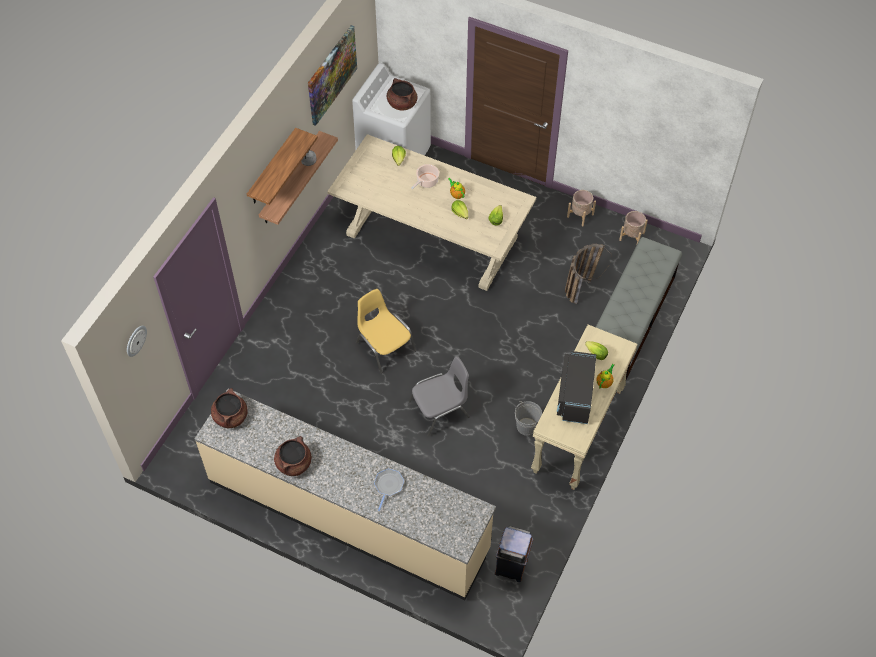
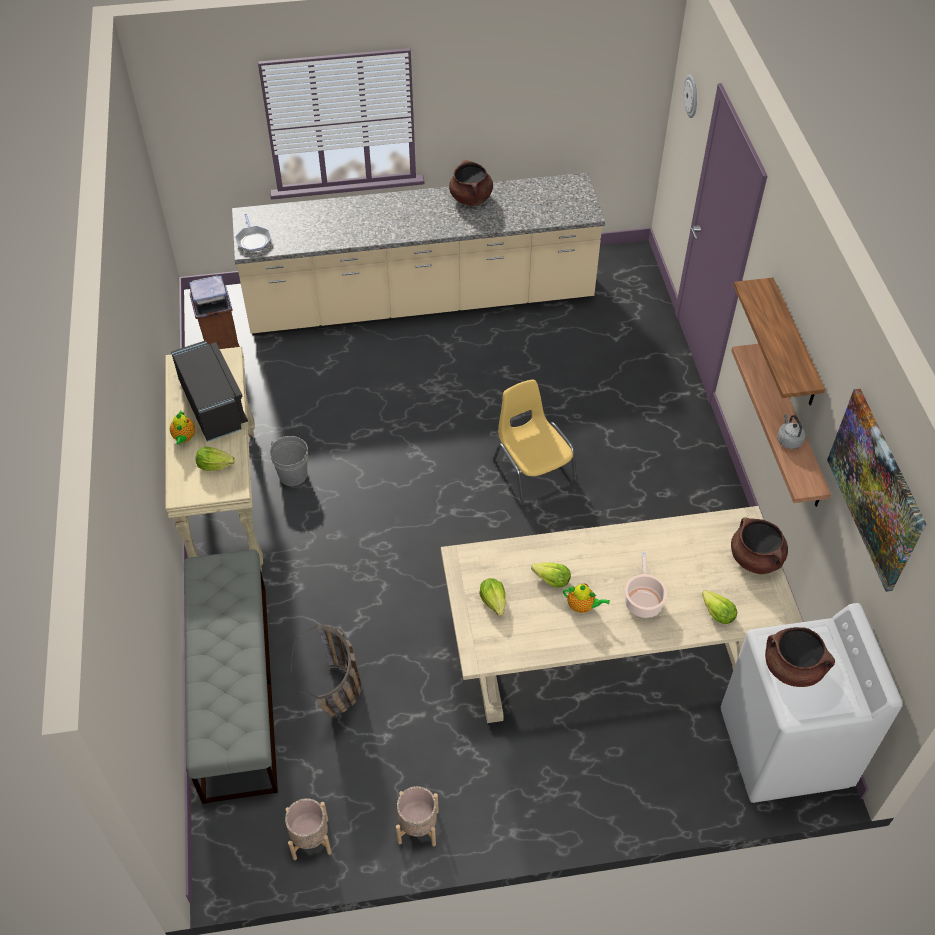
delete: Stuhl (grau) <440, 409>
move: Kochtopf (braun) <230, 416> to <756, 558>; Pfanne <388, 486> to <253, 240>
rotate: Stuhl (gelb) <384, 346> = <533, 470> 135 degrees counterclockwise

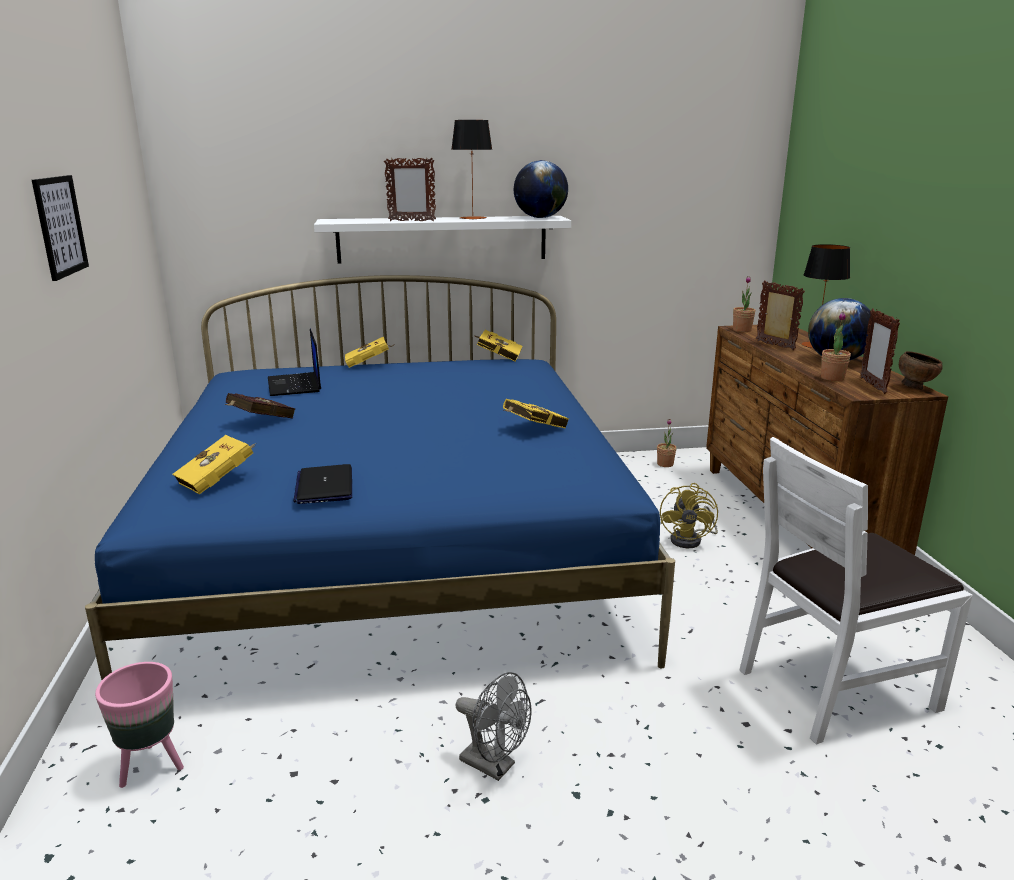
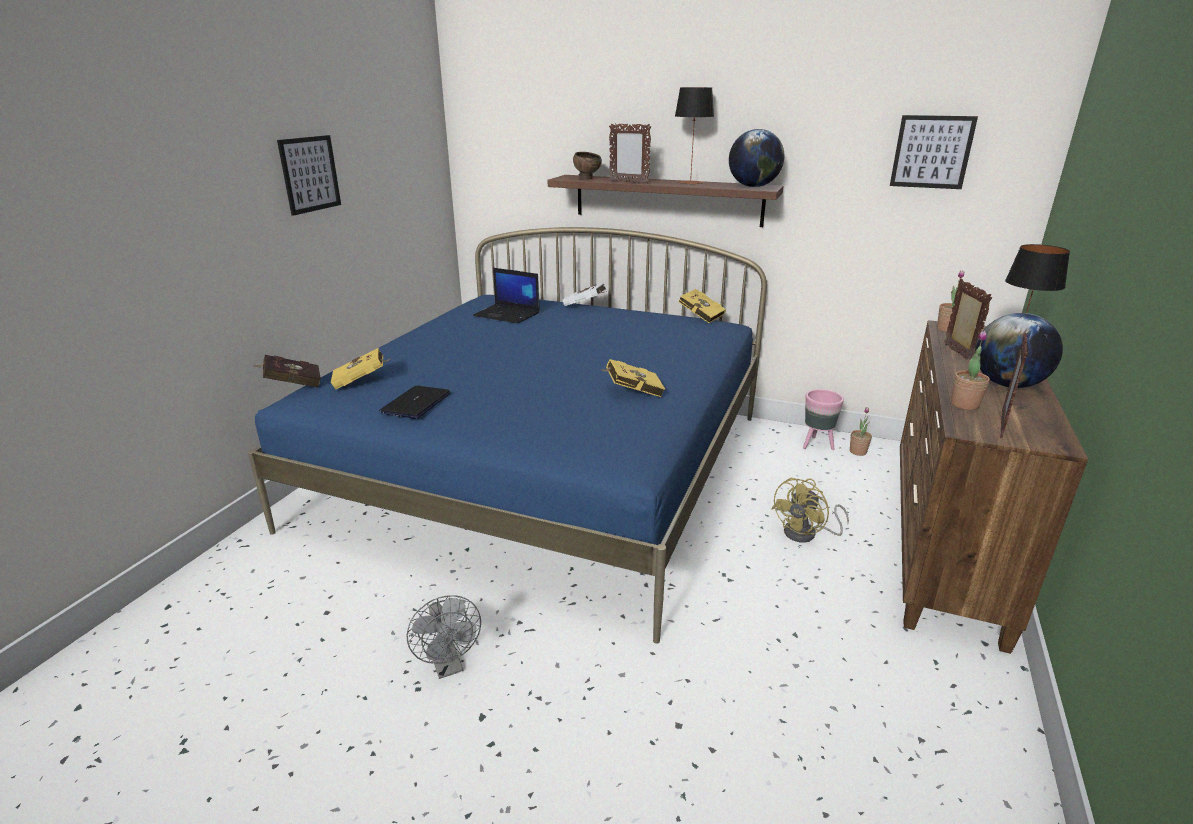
delete: Stuhl (weiß) <836, 687>
insert: Bild <932, 152>
move: Pflanzkübel (rosa) <151, 767> to <816, 445>; Buch (rot) <259, 421> to <291, 385>; Schüssel (braun) <915, 387> to <587, 178>
recolor: Wandregal (weiß) <442, 239> to Wandregal (braun) <667, 200>; Buch (gelb) <369, 364> to Buch (weiß) <586, 305>
rotate: Laptop <295, 385> = <508, 314> 75 degrees counterclockwise

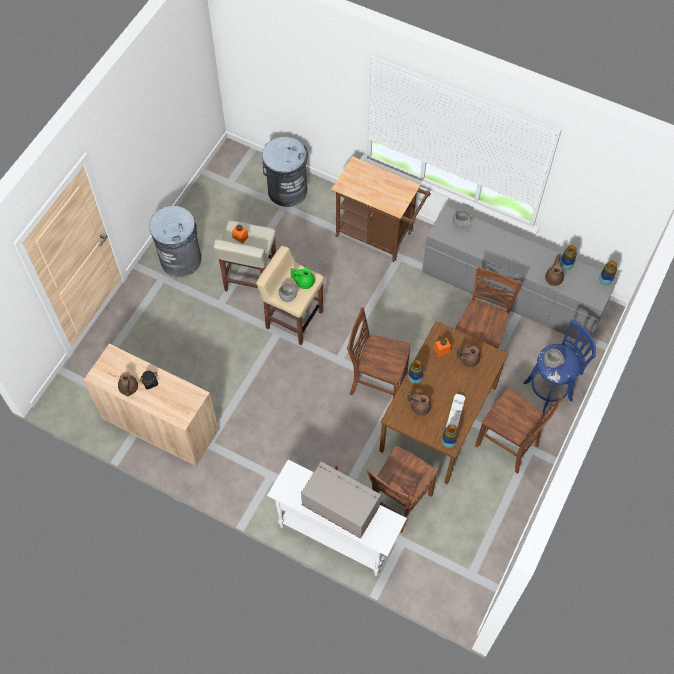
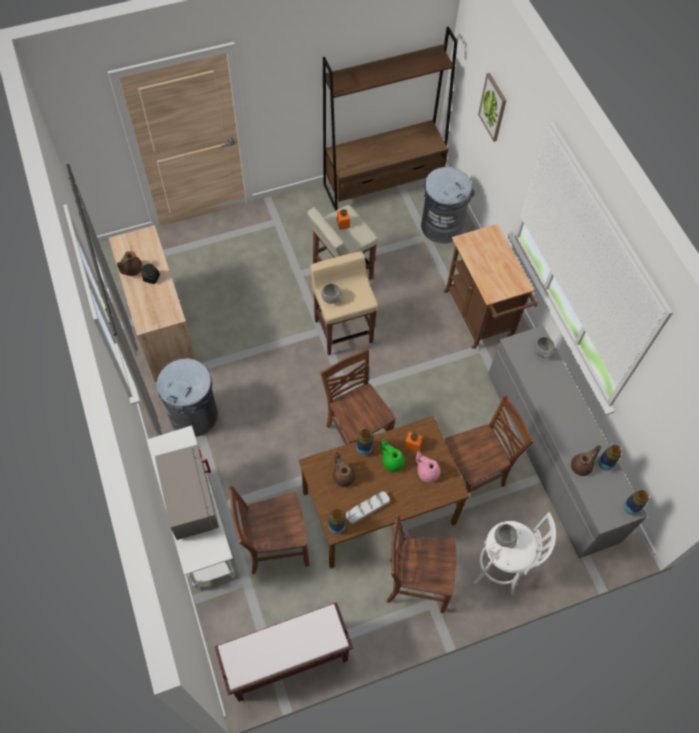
insert: Bank (braun) <286, 661>; Bücherregal (braun) <384, 183>; Bild <493, 107>
move: Mülleimer (grau) <181, 259> to <194, 415>; Teekanne (grün) <304, 282> to <392, 461>
recolor: Teekanne (braun) <468, 359> to Teekanne (rosa) <427, 472>; Hocker (blau) <550, 390> to Hocker (weiß) <501, 568>
rotate: Stuhl (braun) <508, 446> = <415, 583> 105 degrees clockwise

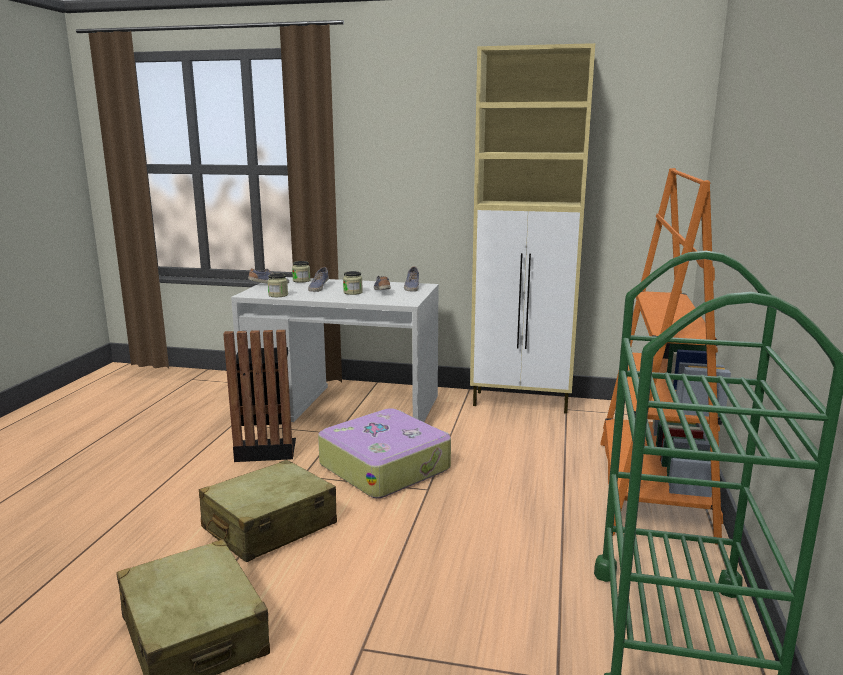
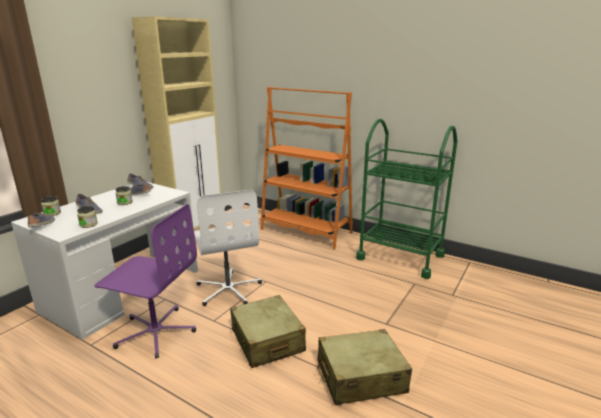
replace: Mülleimer (schwarz) <266, 448> to Bürostuhl (lila) <155, 332>; Koffer <385, 466> to Bürostuhl (weiß) <229, 289>

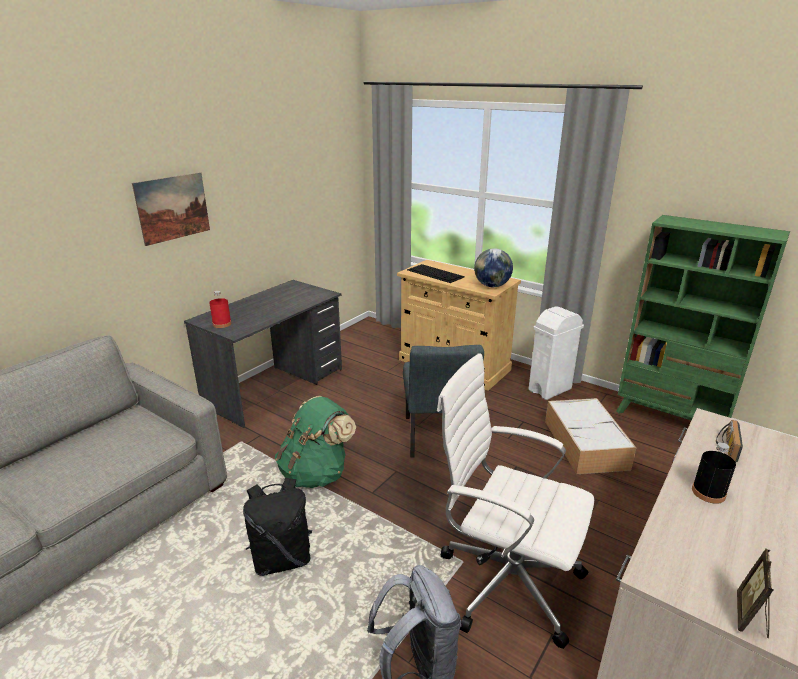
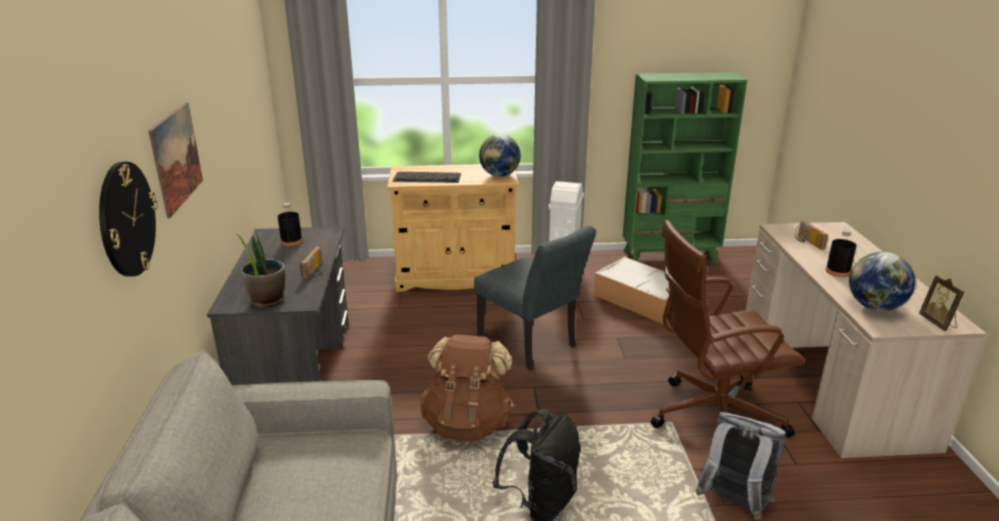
insert: Wanduhr <126, 219>; Flasche (schwarz) <291, 241>; Radio <315, 271>; Globus <874, 307>
replace: Flasche (rot) <222, 324> to Topfpflanze <267, 300>
recolor: Rucksack (grün) <316, 473> to Rucksack (braun) <467, 424>; Bürostuhl (weiß) <506, 580> to Bürostuhl (braun) <712, 418>

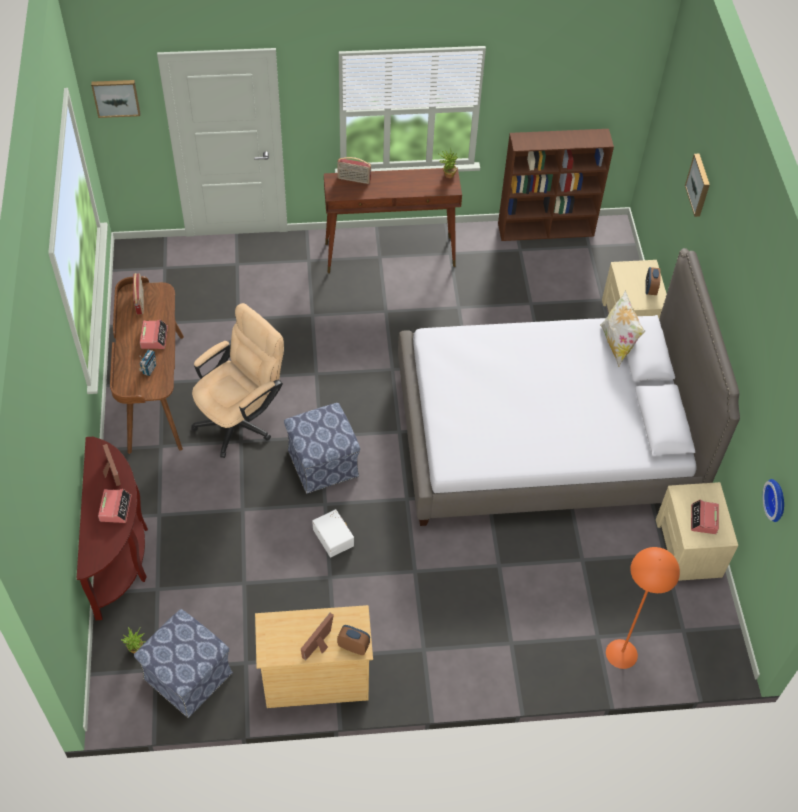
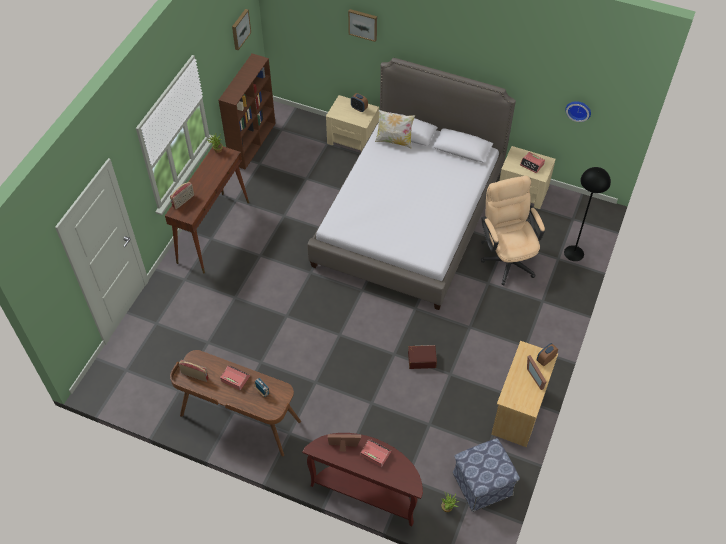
delete: Polsterhocker <322, 462>
move: Bild <116, 97> to <240, 29>; Bürostuhl (beige) <241, 419> to <507, 257>
recolor: Aufbewahrungsbox (weiß) <334, 537> to Aufbewahrungsbox (braun) <421, 359>; Stehlampe (orange) <621, 654> to Stehlampe (schwarz) <574, 253>

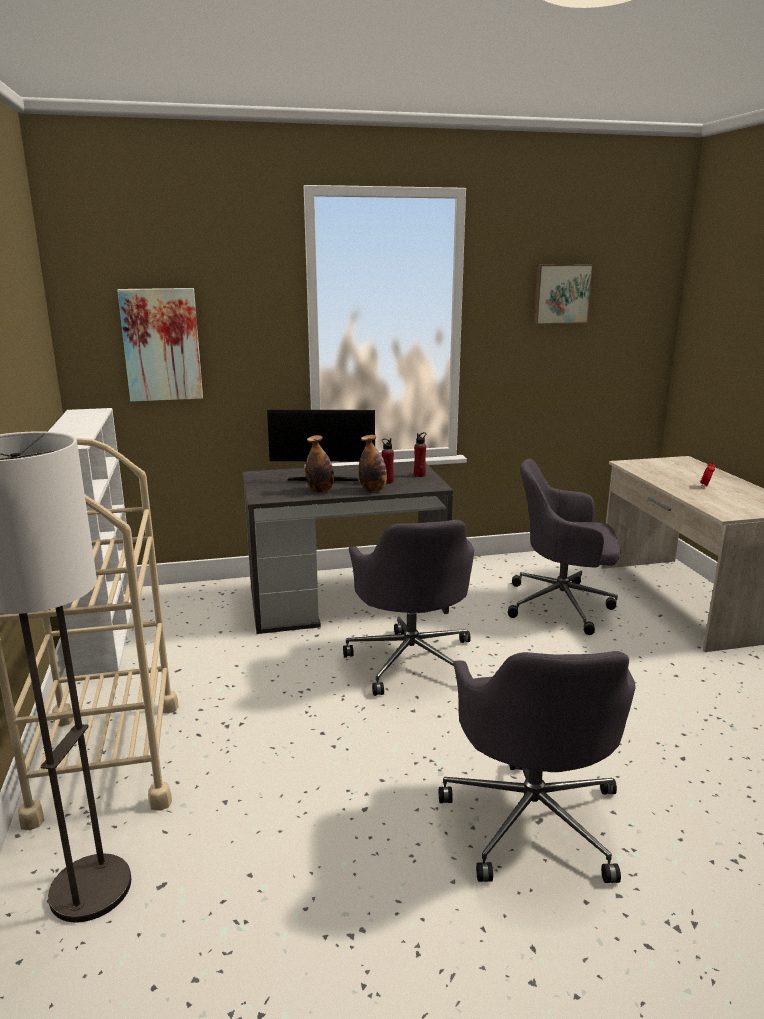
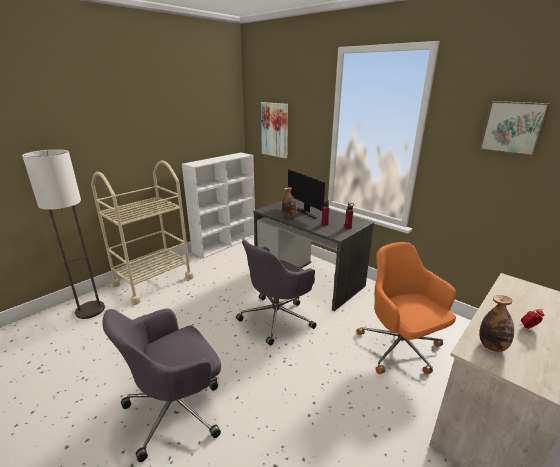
move: Flasche <373, 490> to <492, 346>
recolor: Bürostuhl (grau) <562, 605> to Bürostuhl (orange) <400, 349>

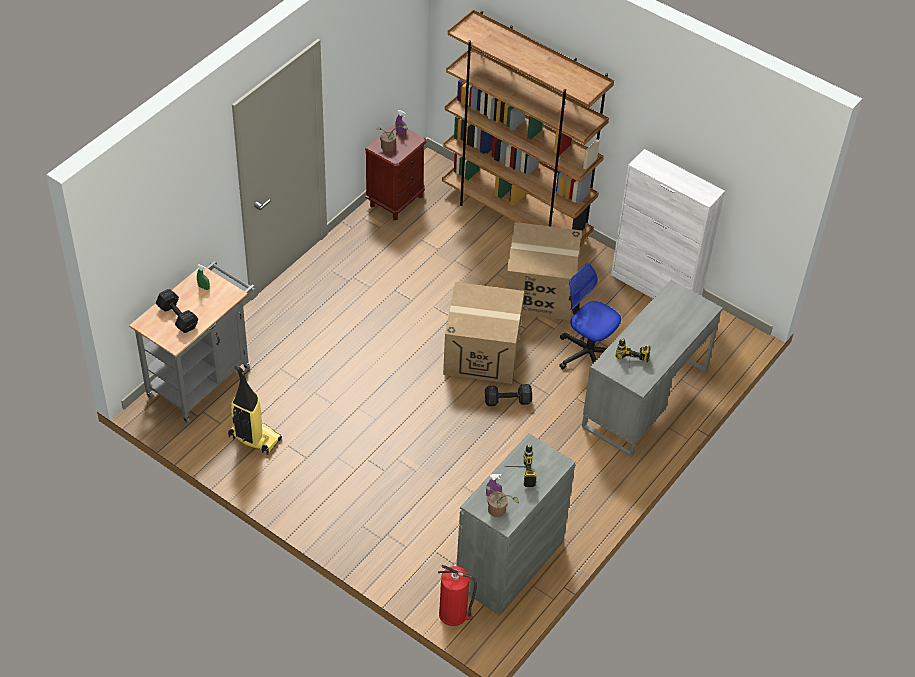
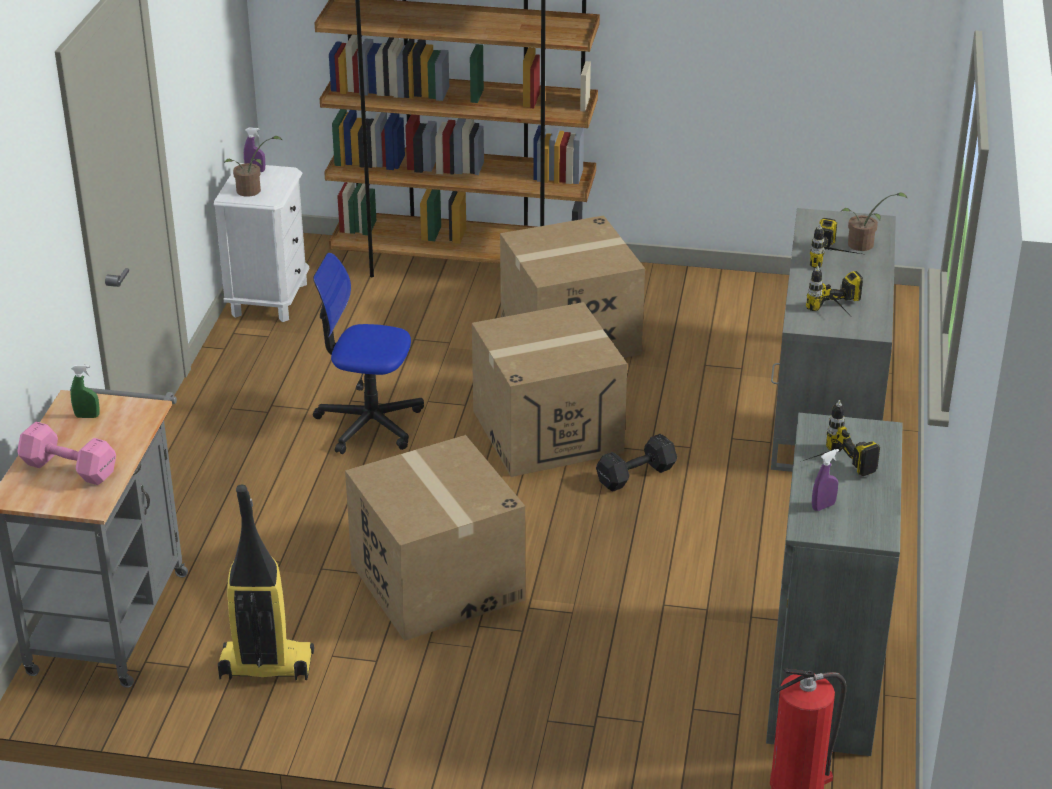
delete: Schrank (weiß) <656, 288>
insert: Karton <436, 581>; Bohrmaschine <838, 260>
move: Topfpflanze <498, 512> to <864, 245>; Bürostuhl <587, 353> to <369, 423>
recolor: Hantel (schwarz) <177, 316> to Hantel (rosa) <68, 468>; Nachttisch (braun) <396, 200> to Nachttisch (weiß) <269, 299>

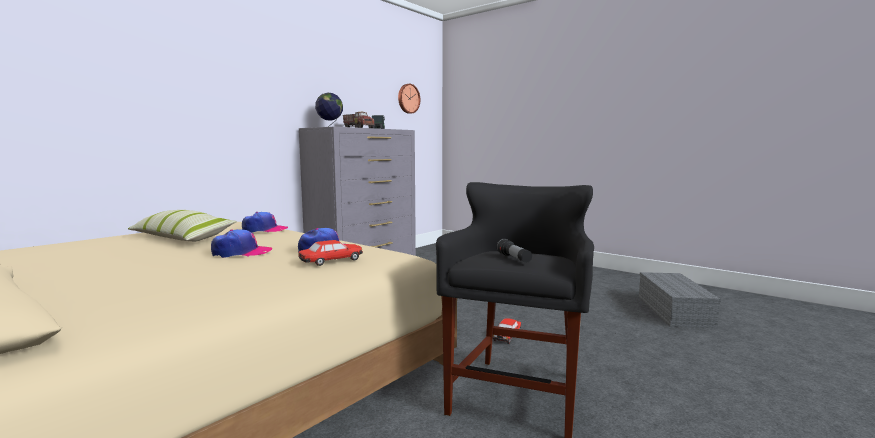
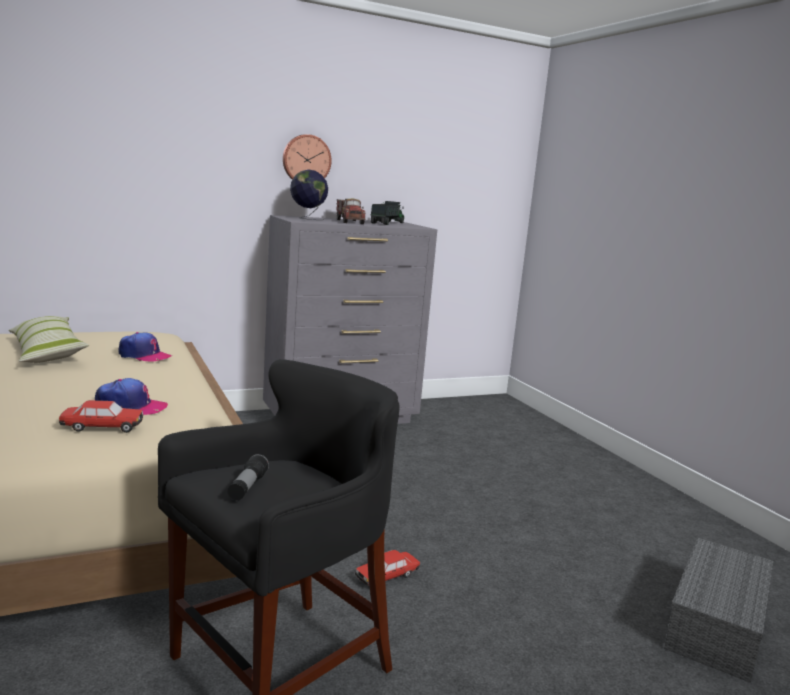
delete: Kappe <241, 253>
move: Wanduhr <408, 98> to <306, 160>

